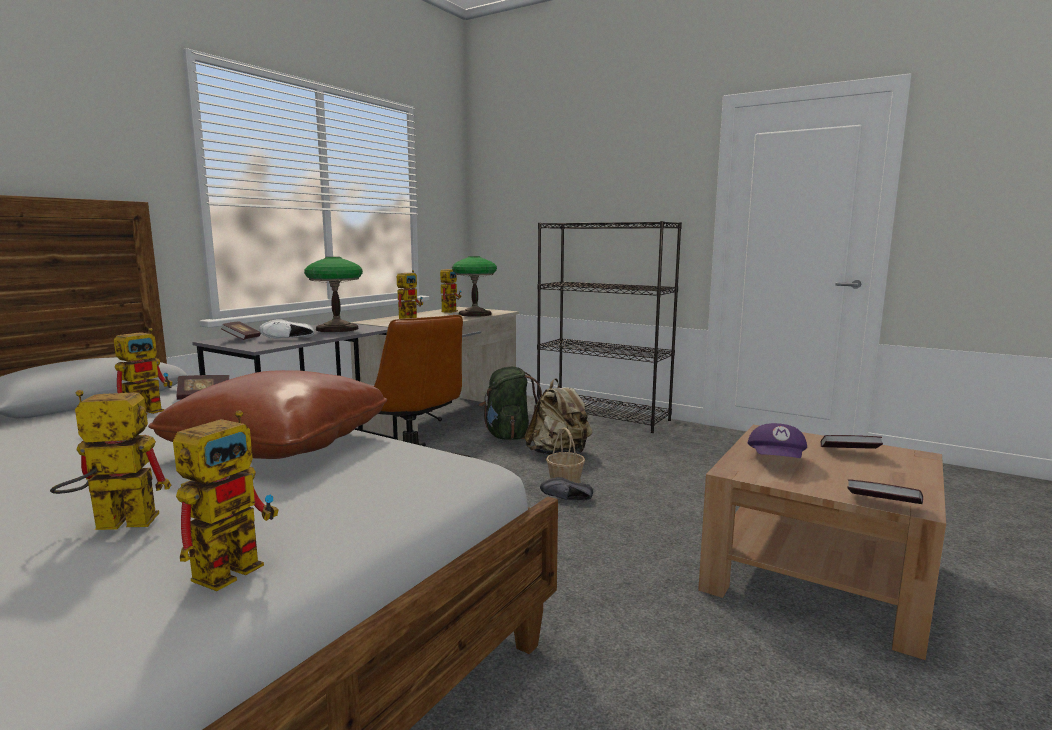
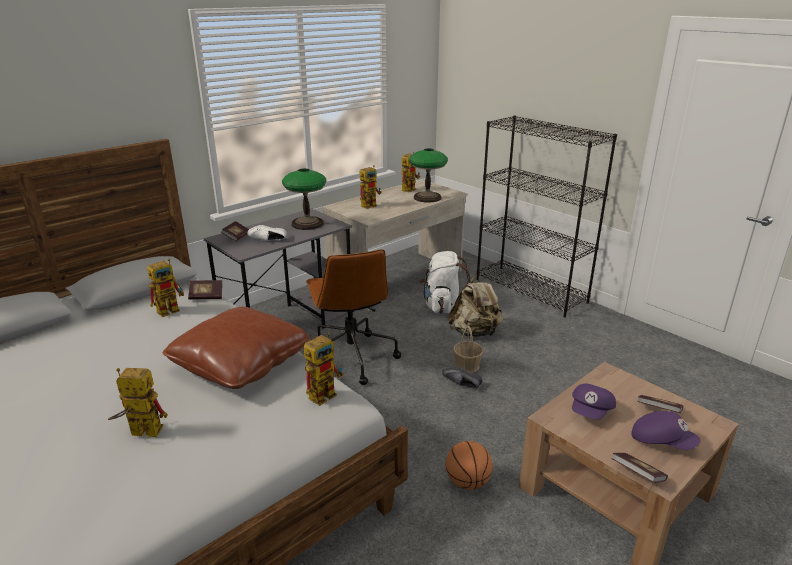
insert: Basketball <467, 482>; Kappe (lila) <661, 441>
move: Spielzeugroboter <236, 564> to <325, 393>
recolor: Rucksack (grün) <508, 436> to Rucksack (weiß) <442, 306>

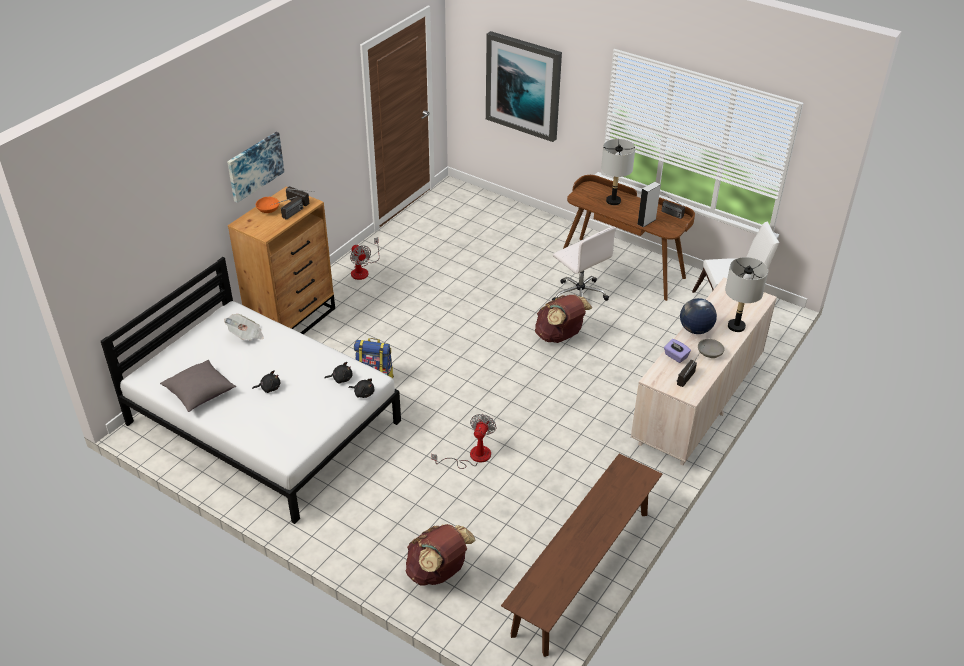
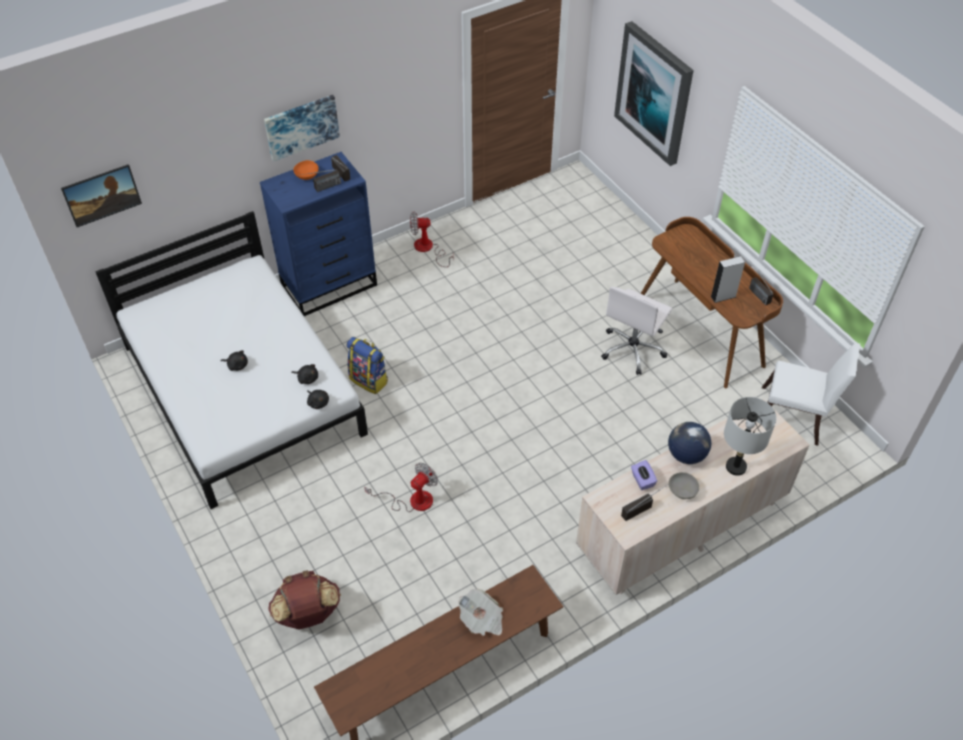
delete: Kissen (grau) <200, 393>; Rucksack (braun) <560, 336>; Tischlampe (grau) <613, 201>
insert: Bild <105, 205>
move: Zeitung <246, 335> to <482, 619>
recolor: Kommode (braun) <292, 320> to Kommode (blau) <330, 285>
rotate: Ventilator <363, 270> = <428, 249> 90 degrees clockwise; Bürostuhl (weiß) <579, 295> = <632, 349> 45 degrees clockwise

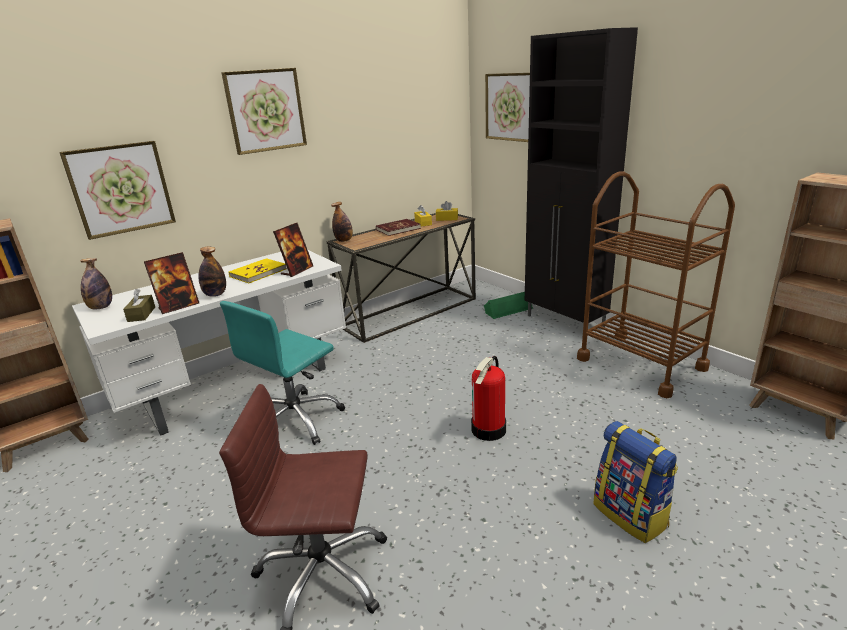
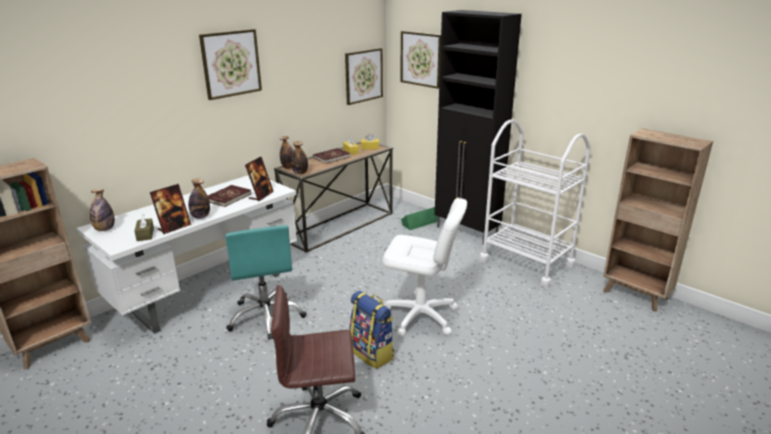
insert: Flasche <300, 173>
move: Bild <121, 189> to <363, 76>; Rucksack <631, 515> to <372, 353>
replace: Feuerlöscher <489, 430> to Bürostuhl (weiß) <421, 316>
recolor: Buch (gelb) <258, 273> to Buch (rot) <228, 197>; Rollwagen (braun) <640, 364> to Rollwagen (weiß) <526, 263>
rotate: Bürostuhl (türkis) <295, 420> = <266, 316> 45 degrees counterclockwise

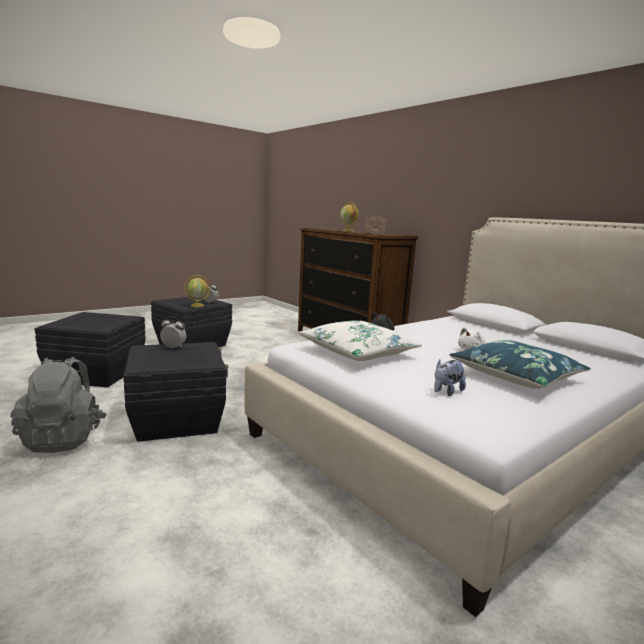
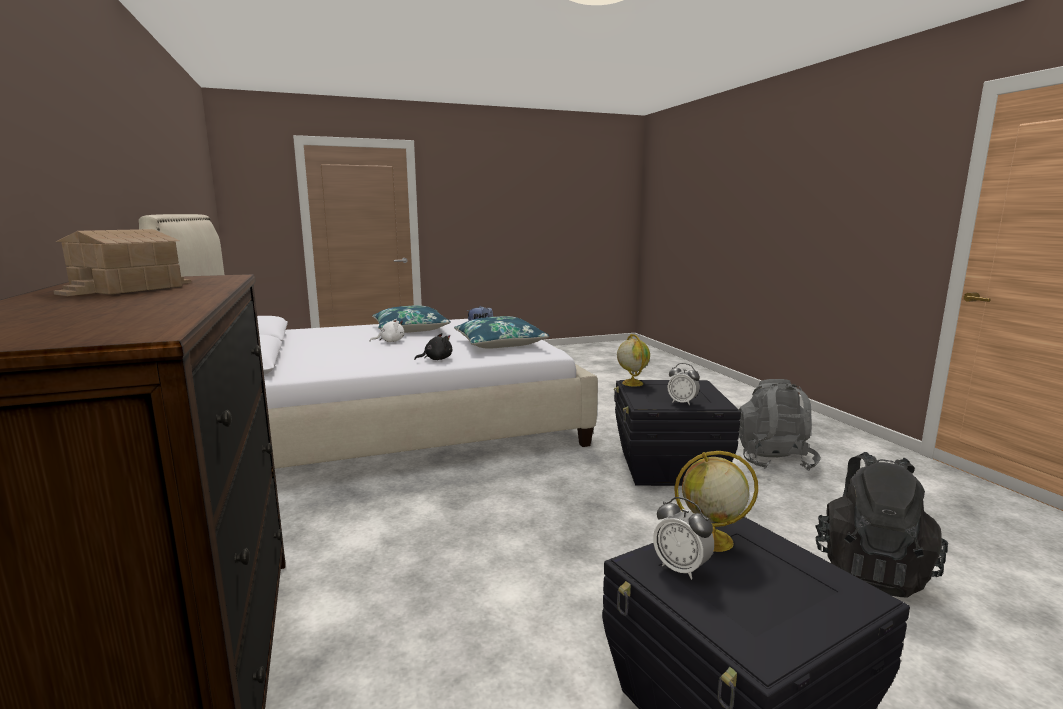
move: Globus <348, 231> to <632, 383>
replace: Aufbewahrungsbox (schwarz) <96, 374> to Rucksack (schwarz) <870, 570>
recolor: Kissen (weiß) <358, 352> to Kissen (blau) <499, 344>

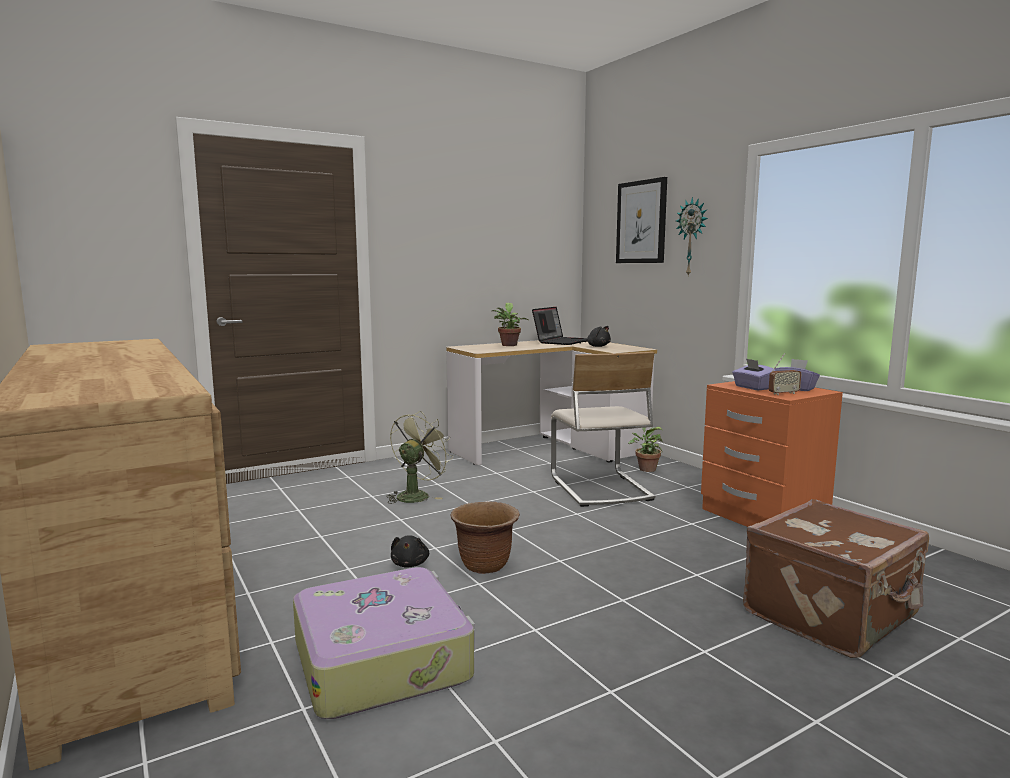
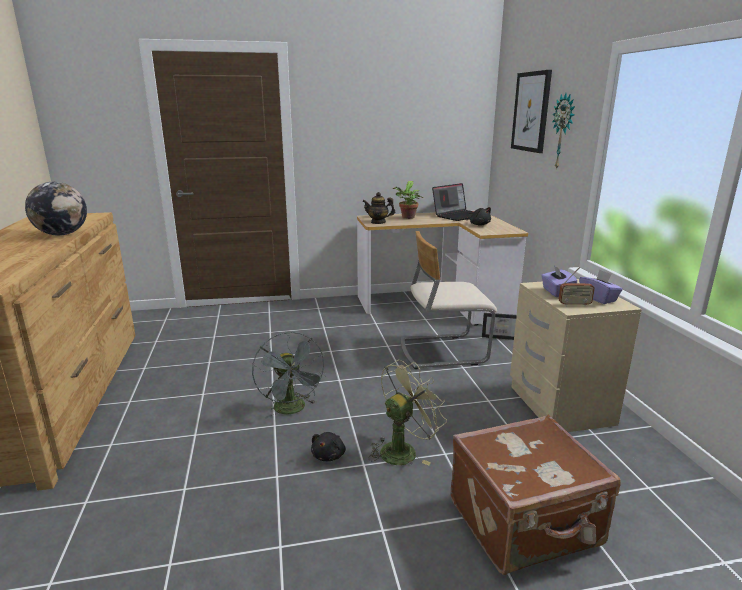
delete: Koffer <383, 659>
insert: Globus <62, 234>; Teekanne <378, 222>
move: Ventilator (grün) <416, 495> to <403, 449>; Plüschtier (schwarz) <410, 564> to <329, 455>
replace: Pflanzkübel (braun) <485, 565> to Ventilator (grau) <293, 410>; Topfpflanze <646, 469> to Bilderrahmen <500, 336>
recolor: Nachttisch (orange) <762, 517> to Nachttisch (beige) <559, 405>
rotate: Stuhl (beige) <599, 488> = <442, 351> 75 degrees clockwise

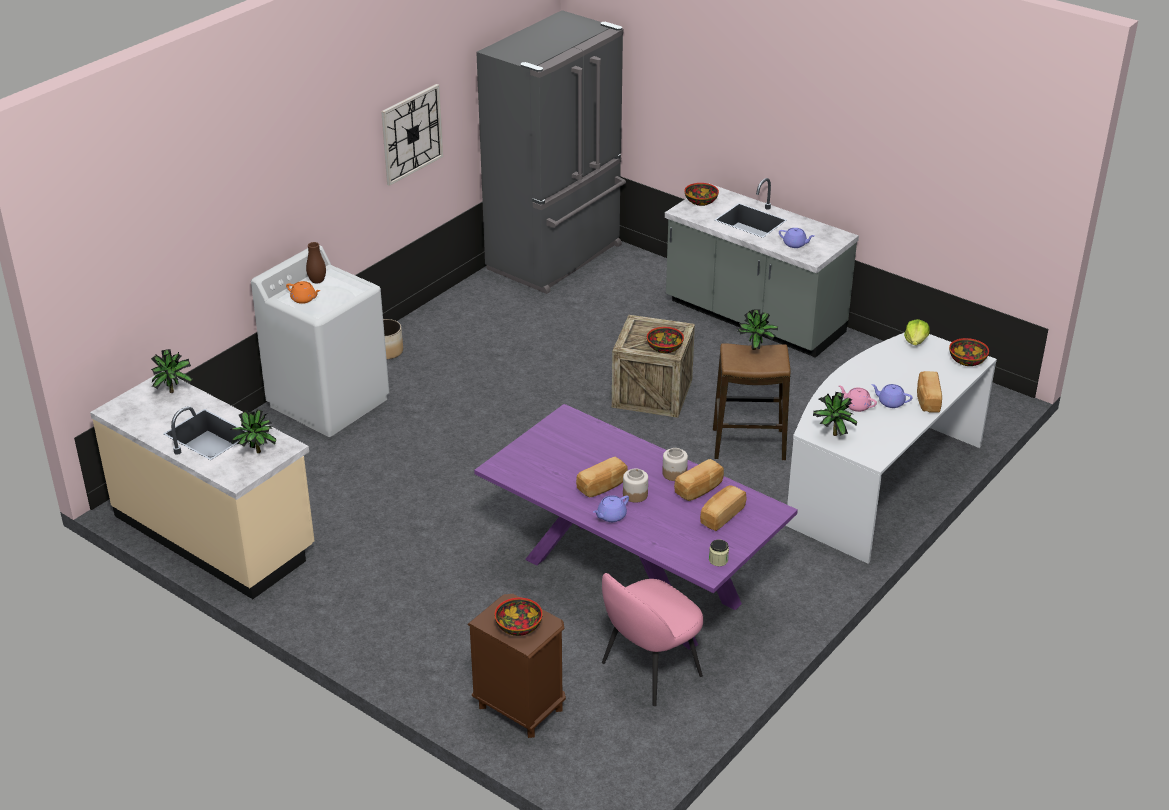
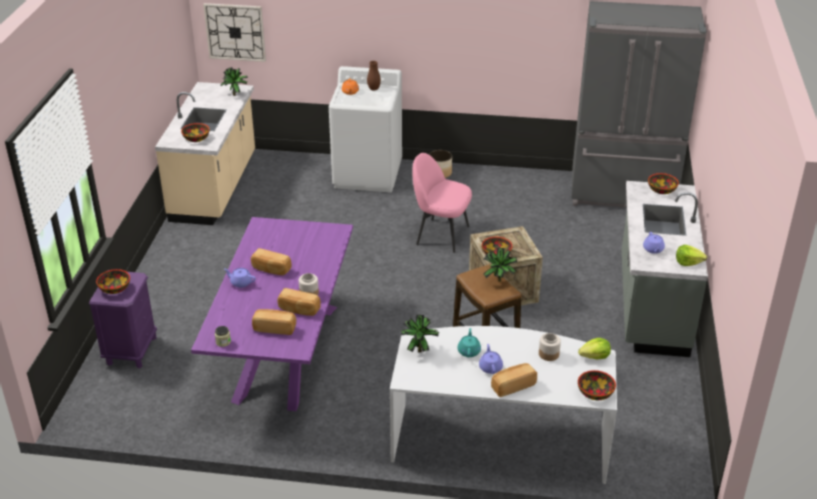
insert: Salatkopf <688, 262>
move: Wanduhr <411, 134> to <235, 32>; Stuhl (rosa) <649, 670> to <441, 235>; Vorratsglas <635, 494> to <549, 354>
replace: Topfpflanze <256, 453> to Schüssel <196, 139>
recolor: Nachttisch (braun) <519, 708> to Nachttisch (lila) <131, 350>; Teekanne (rosa) <856, 406> to Teekanne (türkis) <469, 351>

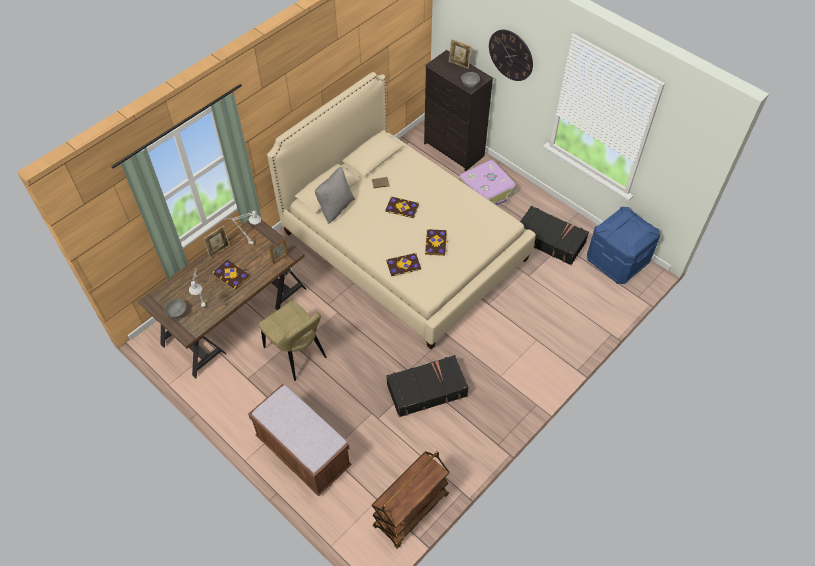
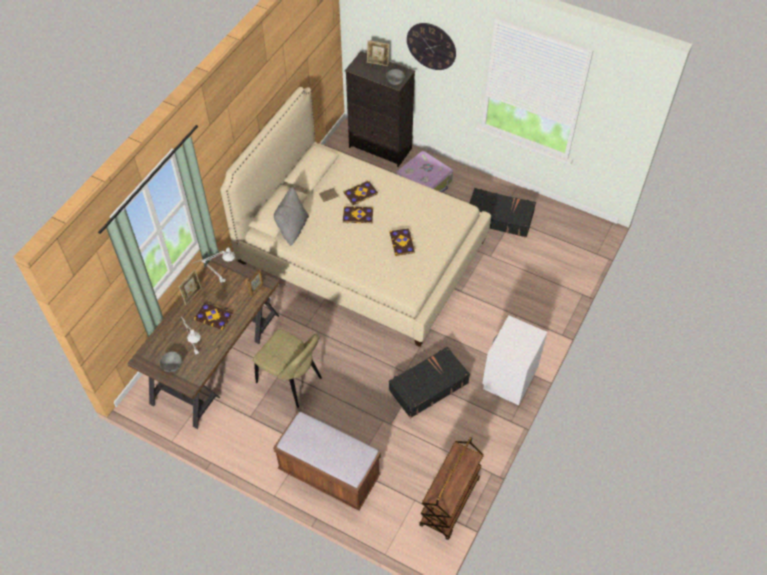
delete: Aufbewahrungsbox (blau) <617, 261>
insert: Nachttisch (weiß) <509, 378>
move: Buch <403, 265> to <361, 193>

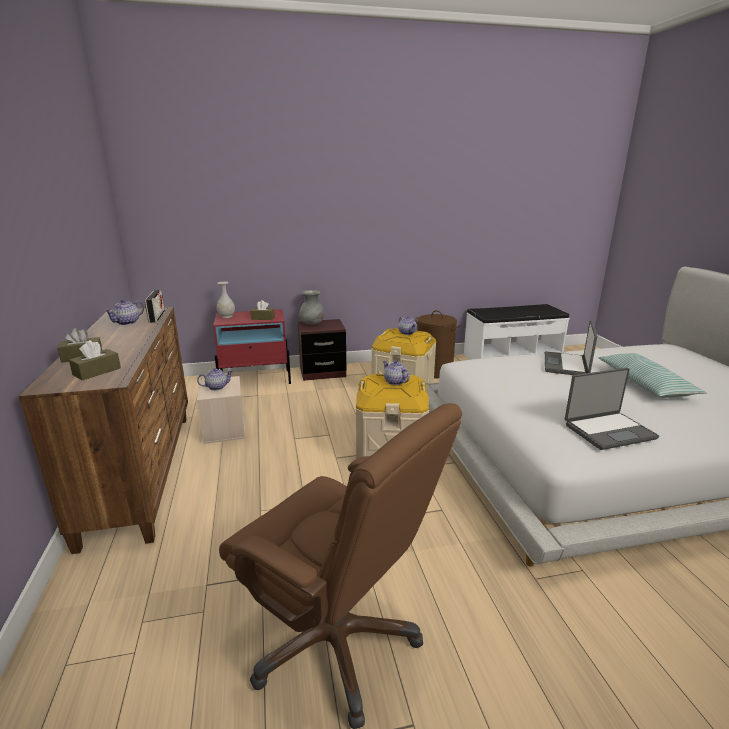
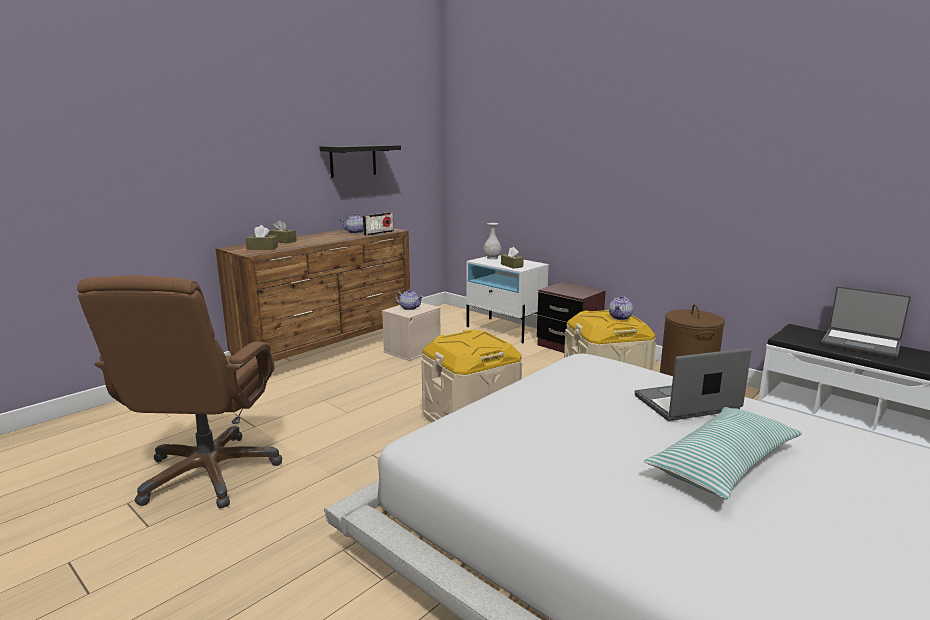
delete: Vase (grau) <312, 323>; Teekanne <394, 382>
insert: Wandregal (schwarz) <353, 160>
move: Laptop <608, 431> to <860, 344>
recolor: Nachttisch (rot) <255, 379> to Nachttisch (weiß) <505, 330>

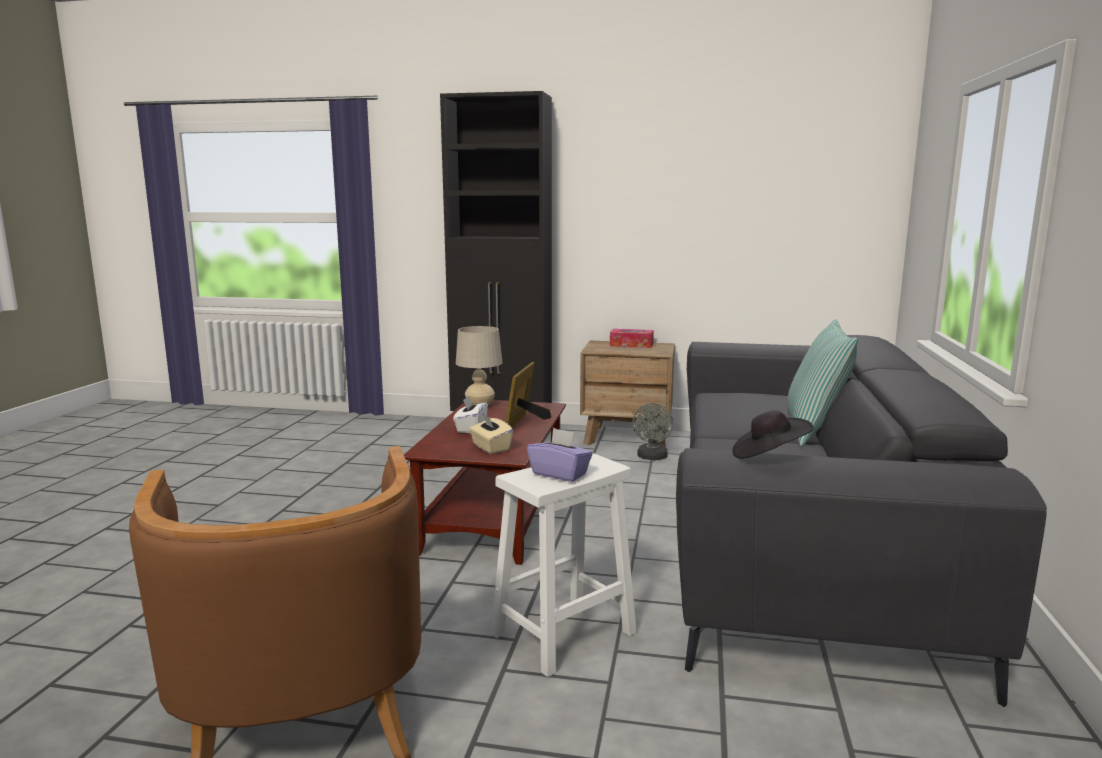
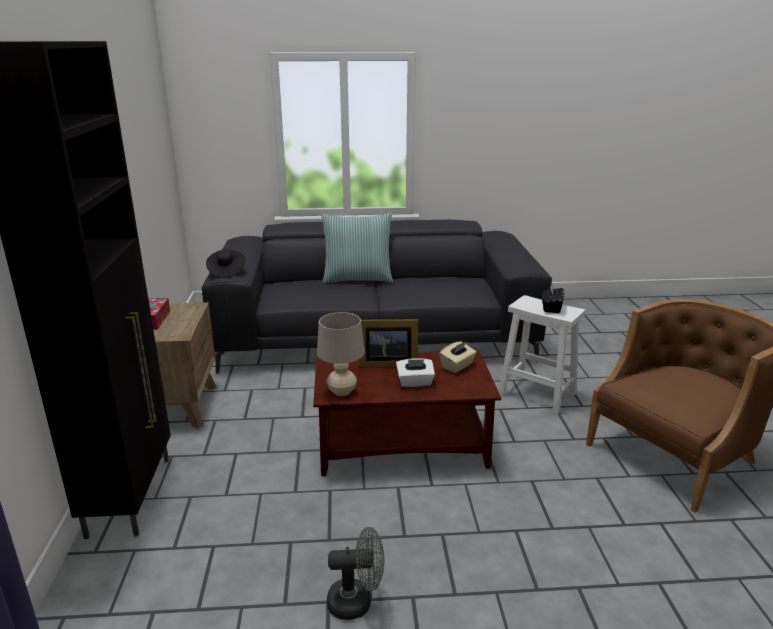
move: Ventilator (grau) <652, 457> to <357, 601>; Hut (schwarz) <768, 456> to <226, 271>
recolor: Taschentuchbox (lila) <560, 474> to Taschentuchbox (schwarz) <551, 308>

